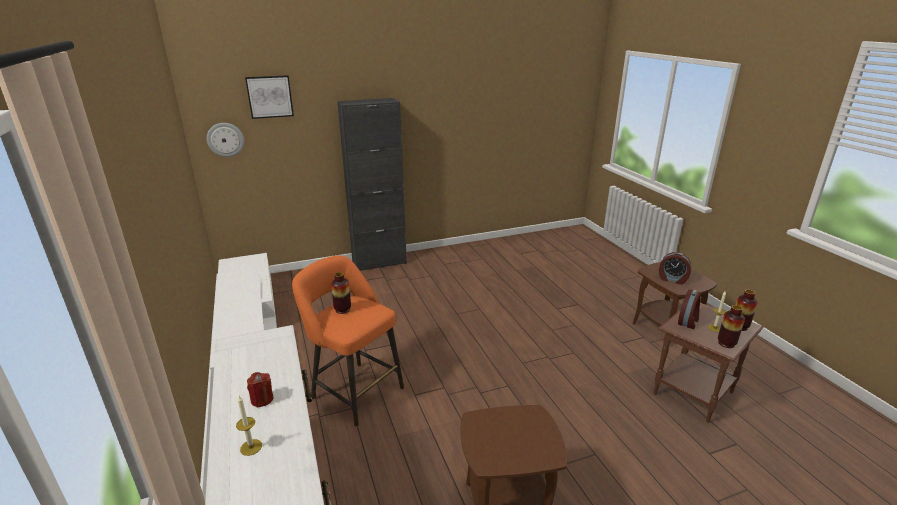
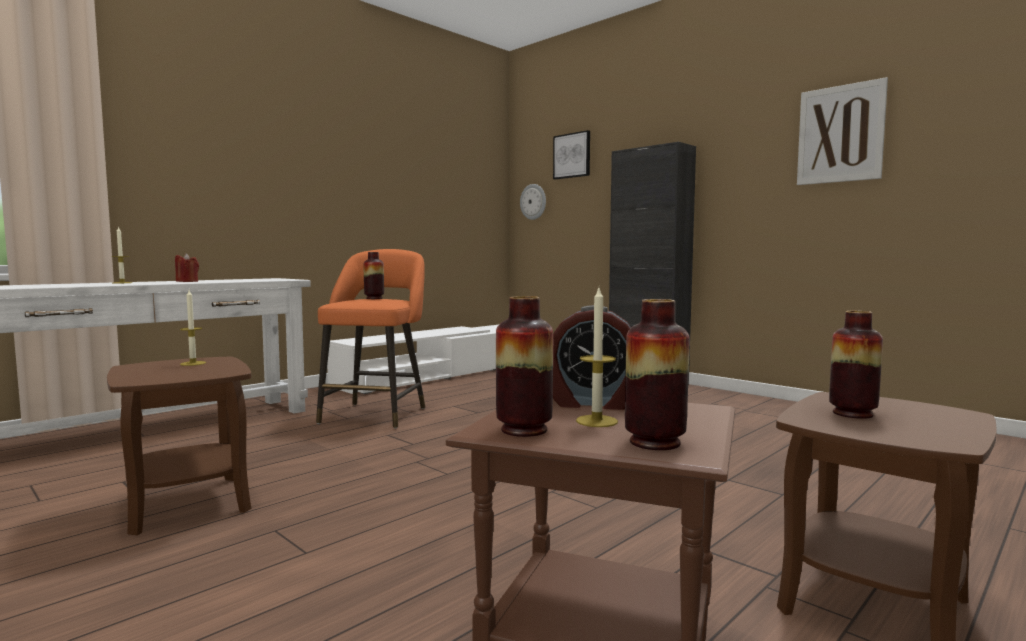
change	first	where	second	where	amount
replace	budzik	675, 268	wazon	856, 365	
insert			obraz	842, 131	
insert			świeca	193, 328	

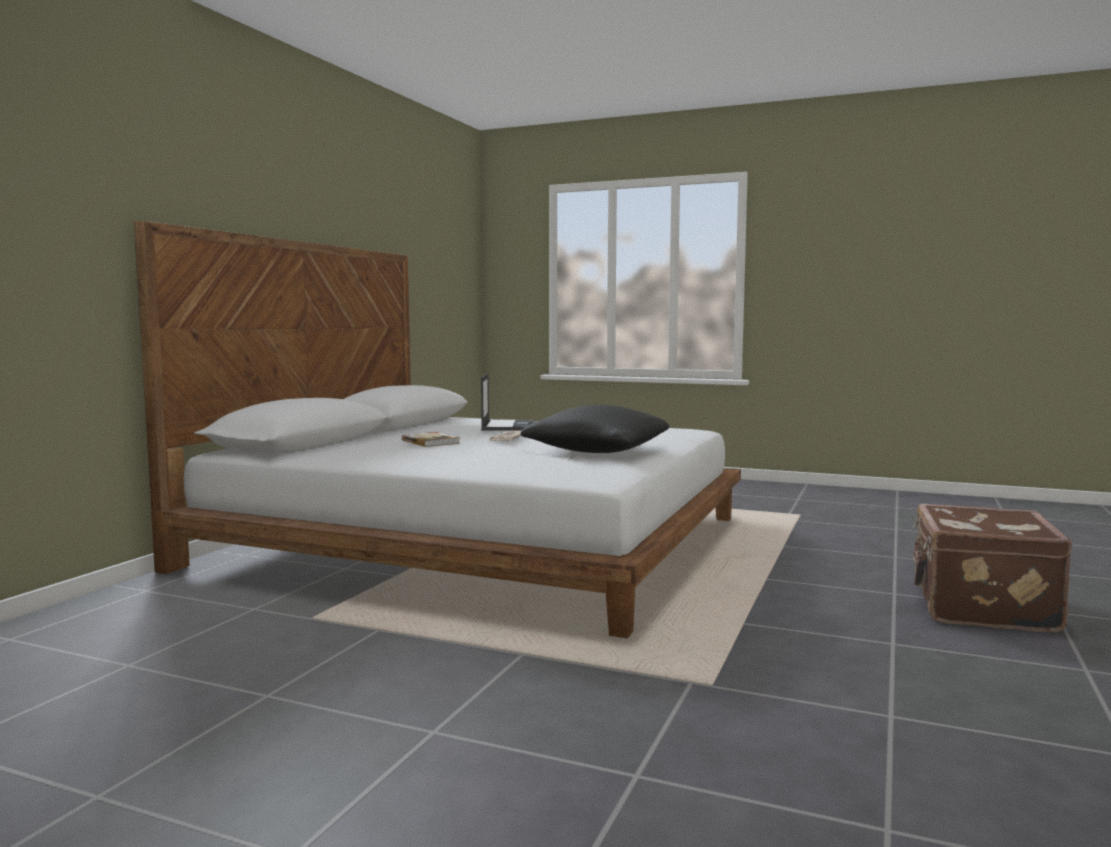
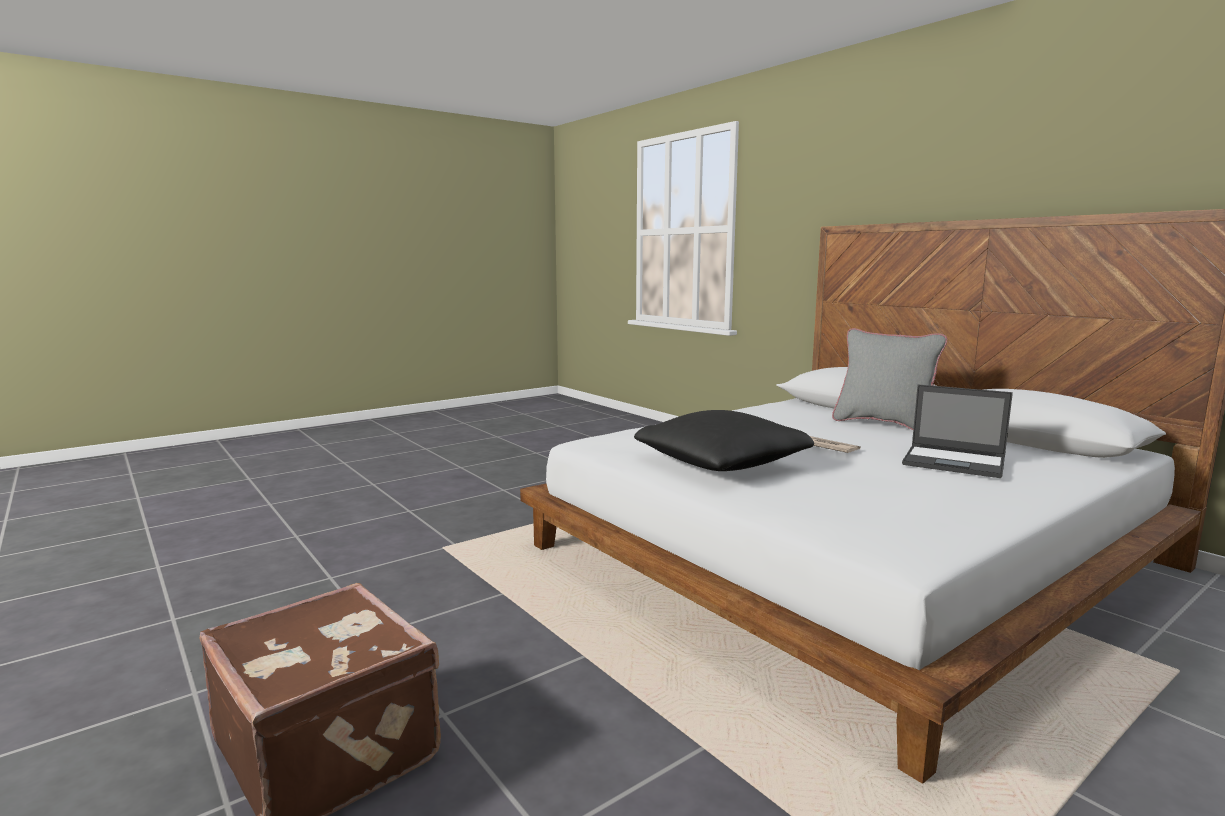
change	first	where	second	where	amount
delete	książka	431, 439			
insert			poduszka (szary)	889, 379	

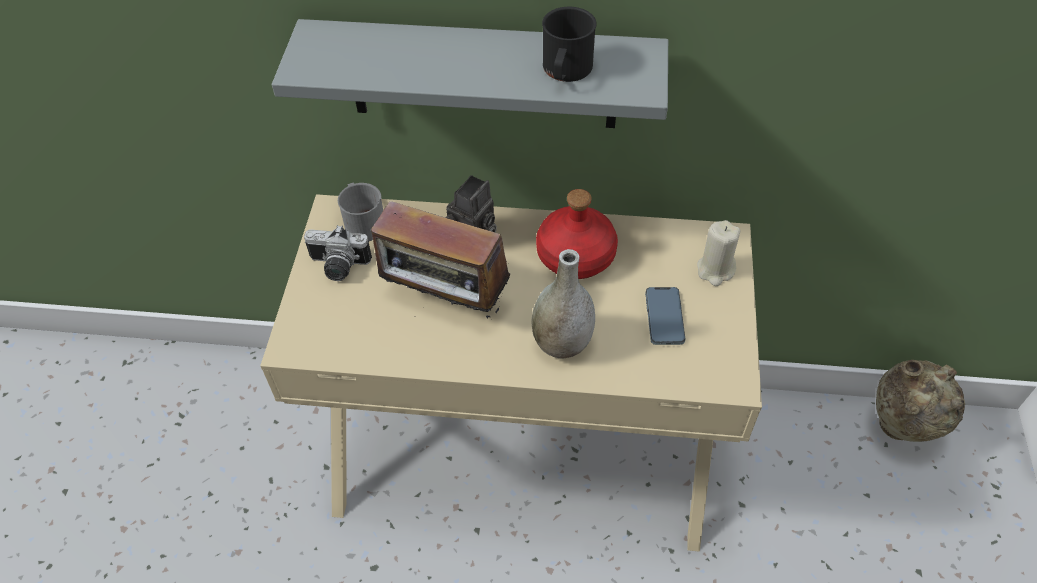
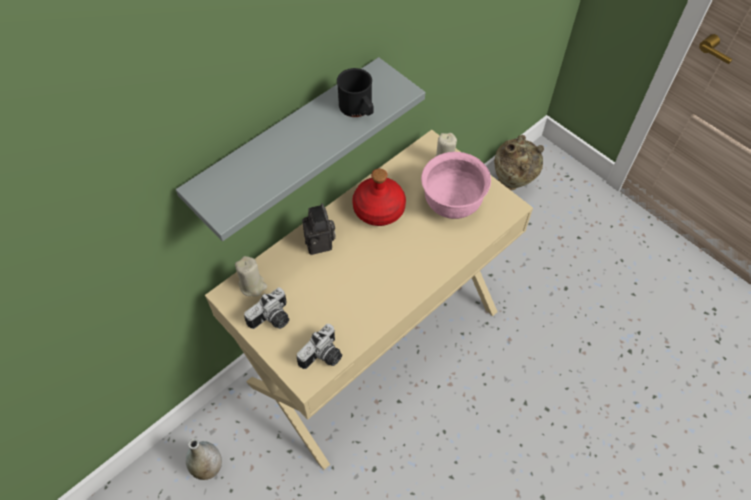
change	first	where	second	where	amount
replace	kubek (szary)	360, 212	świeca (beżowy)	251, 276	
delete	radio	440, 257			
move	wazon (szary)	563, 303		204, 459	
replace	telefon	665, 316	miska (różowy)	456, 185	
insert			aparat fotograficzny	319, 346	

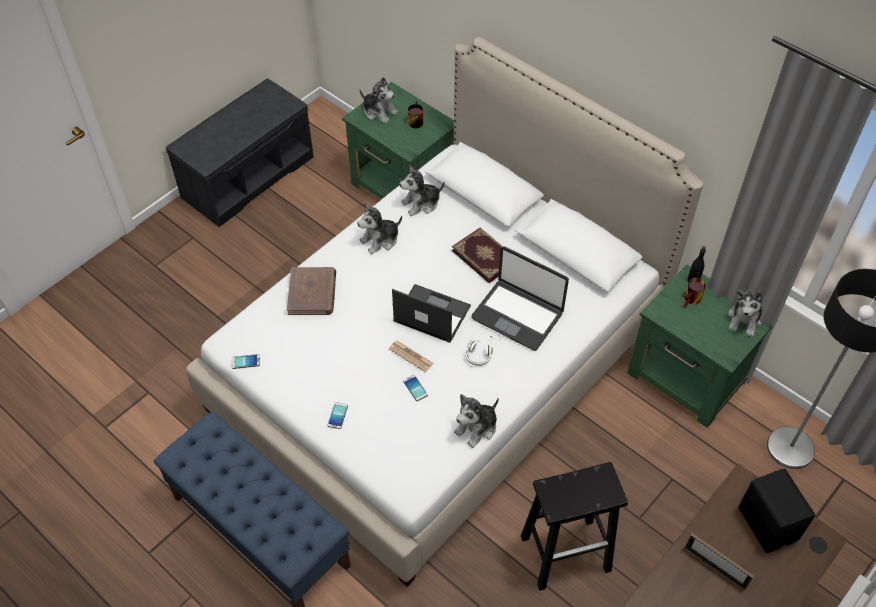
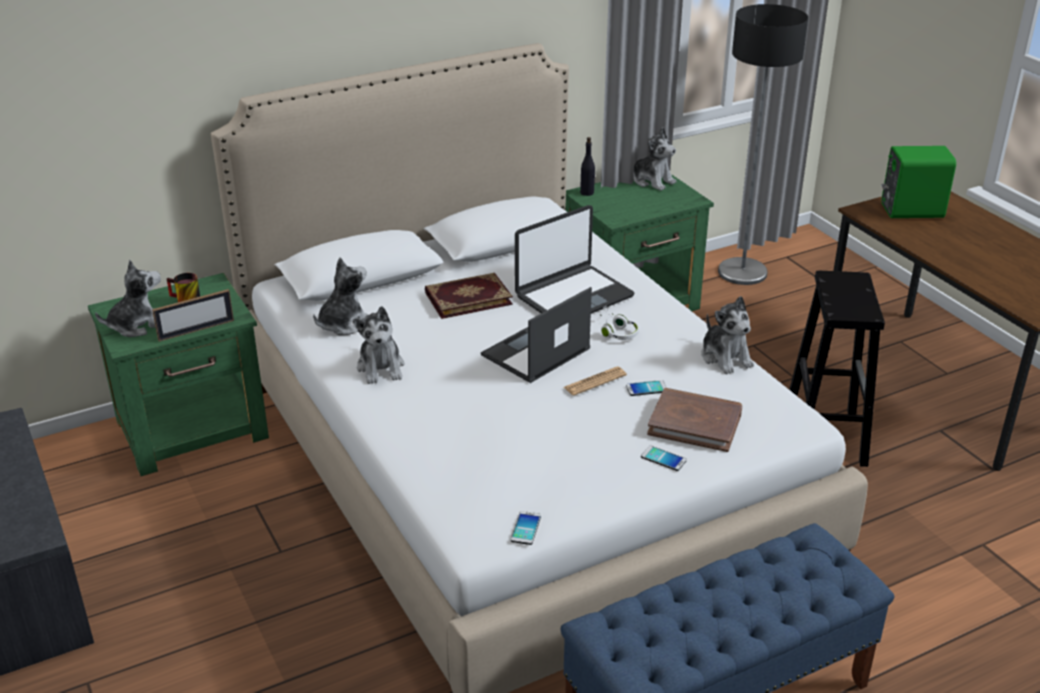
change	first	where	second	where	amount
rotate	pluszak	422, 190		341, 296	135 degrees counterclockwise
move	książka (brązowy)	311, 291		694, 420	
delete	kubek	695, 292			
recolor	głośnik (czarny)	776, 511	głośnik (zielony)	918, 182	
move	ramka na zdjęcie	719, 562		193, 315	

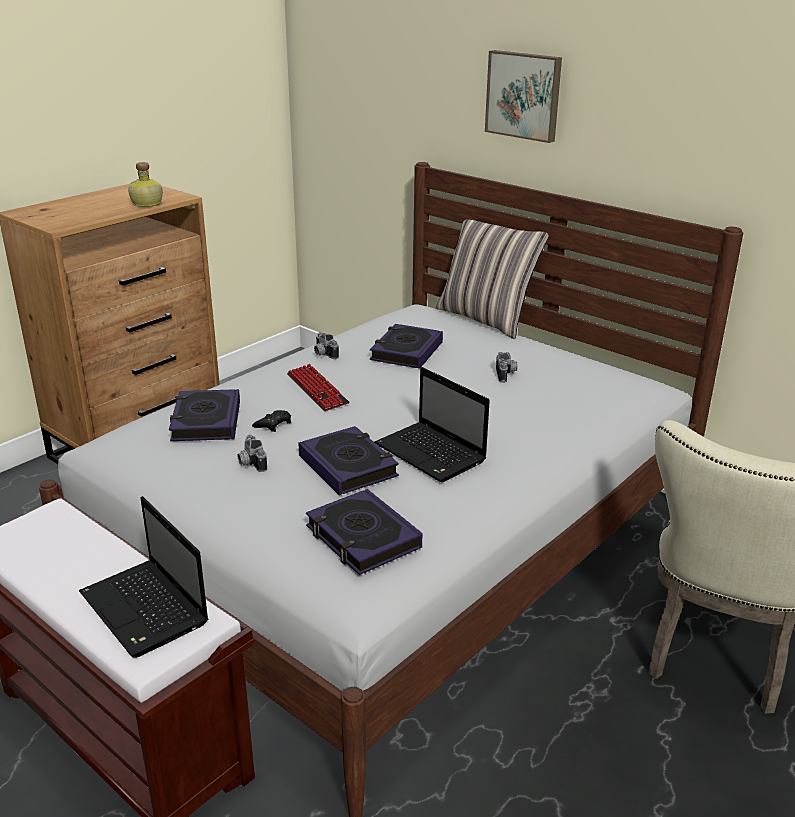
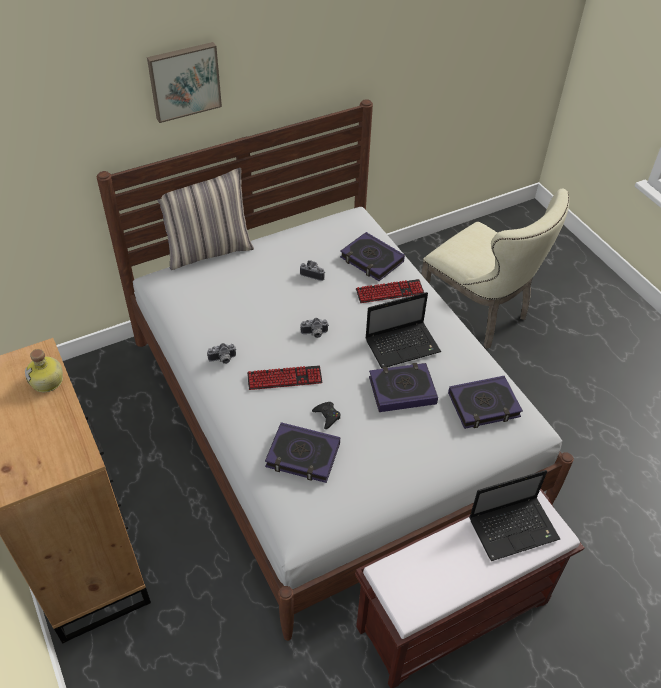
change	first	where	second	where	amount
move	książka	406, 346		372, 256	
move	aparat fotograficzny	252, 453		314, 328	
insert			klawiatura	390, 291	

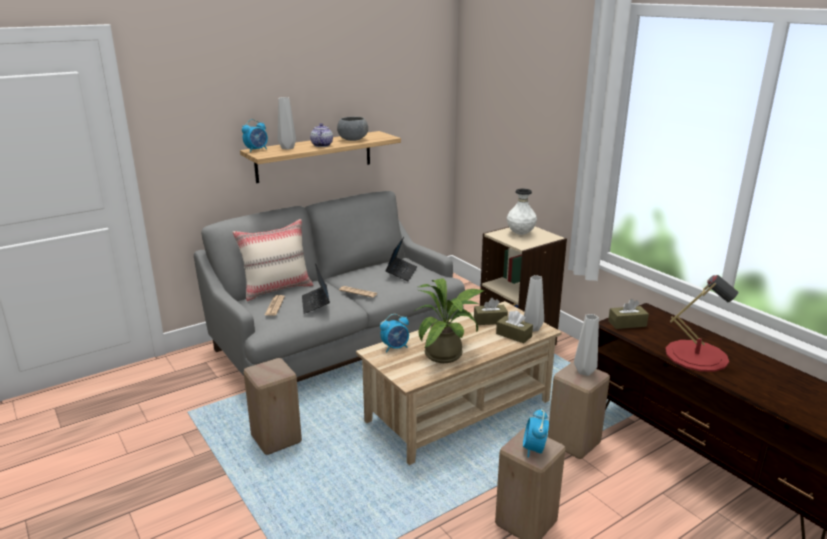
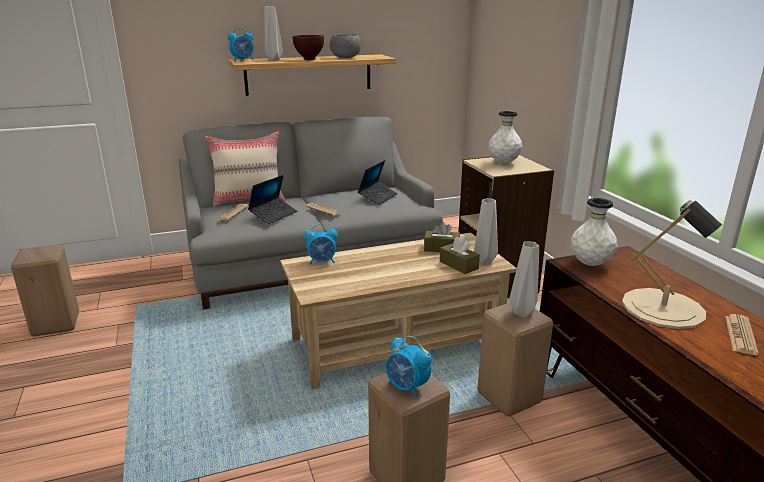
change	first	where	second	where	amount
replace	imbryk	321, 135	miska (brązowy)	308, 47	
rotate	laptop	316, 289		272, 199	150 degrees counterclockwise
recolor	lampa stołowa (czerwony)	702, 323	lampa stołowa (beżowy)	672, 264	
delete	roślina doniczkowa	449, 320			
replace	pudełko chusteczek (brązowy)	628, 314	wazon (biały)	594, 232	
move	stołek (beżowy)	273, 406		45, 290	
rotate	budzik	536, 433		409, 367	75 degrees counterclockwise
insert			gazeta	742, 334	

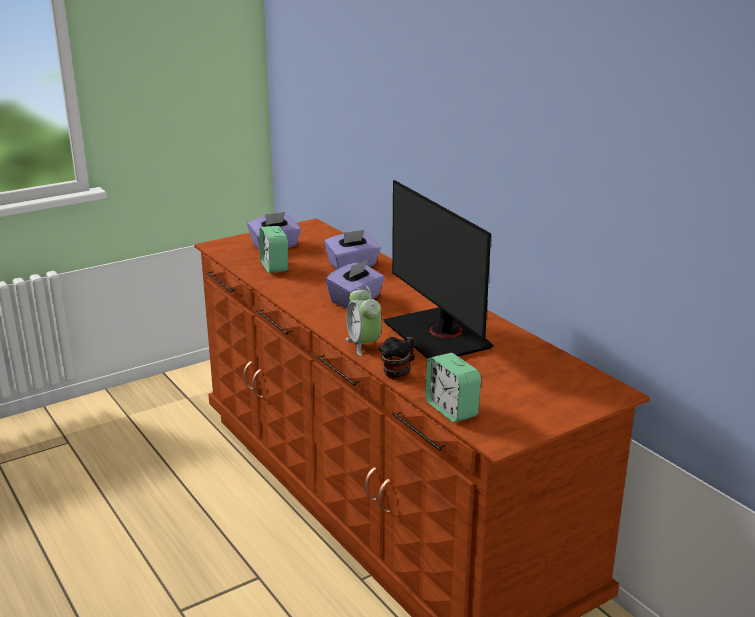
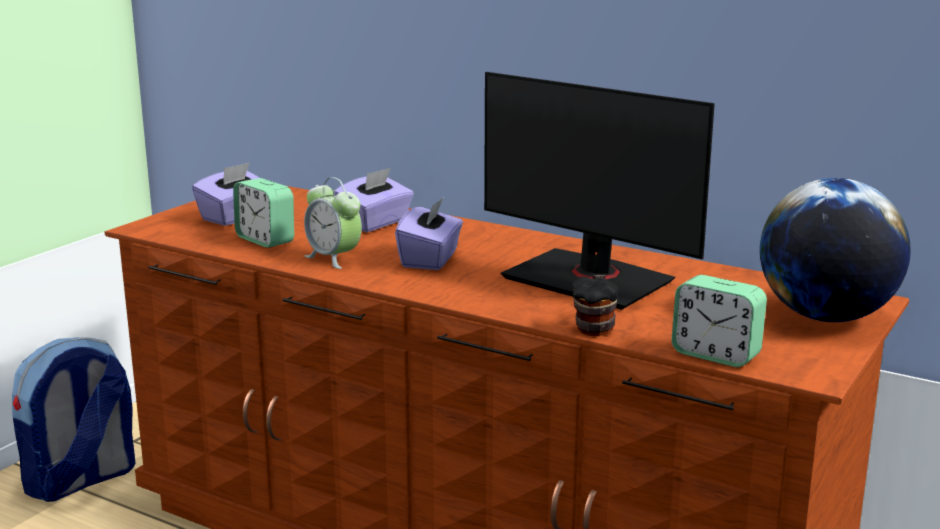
change	first	where	second	where	amount
move	budzik	364, 321		333, 223	
insert			globus	835, 250	
insert			plecak	74, 419	

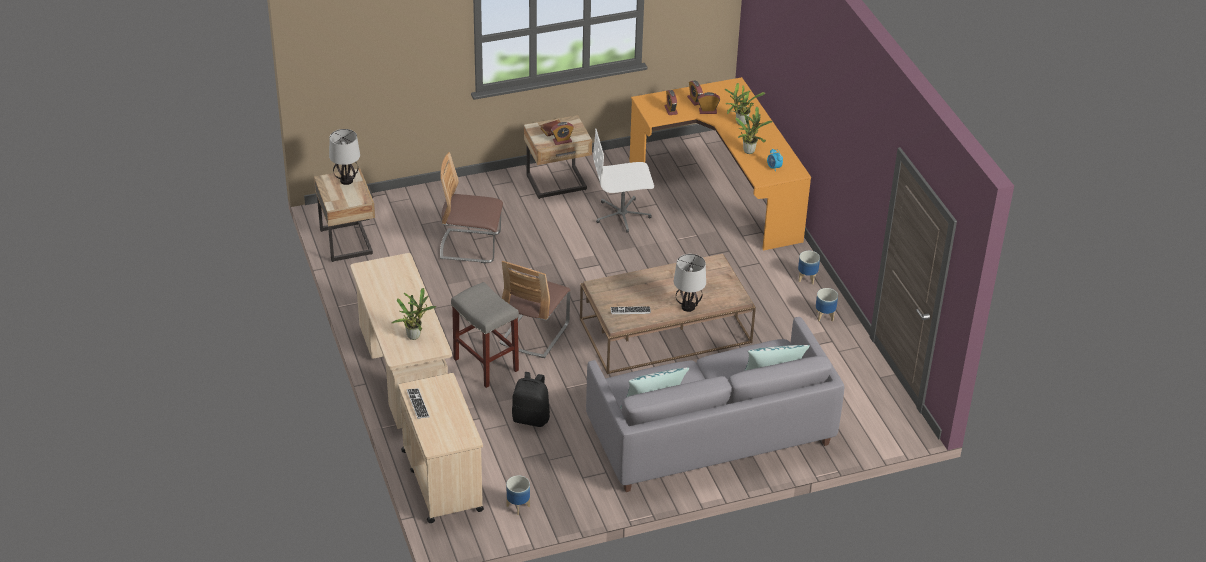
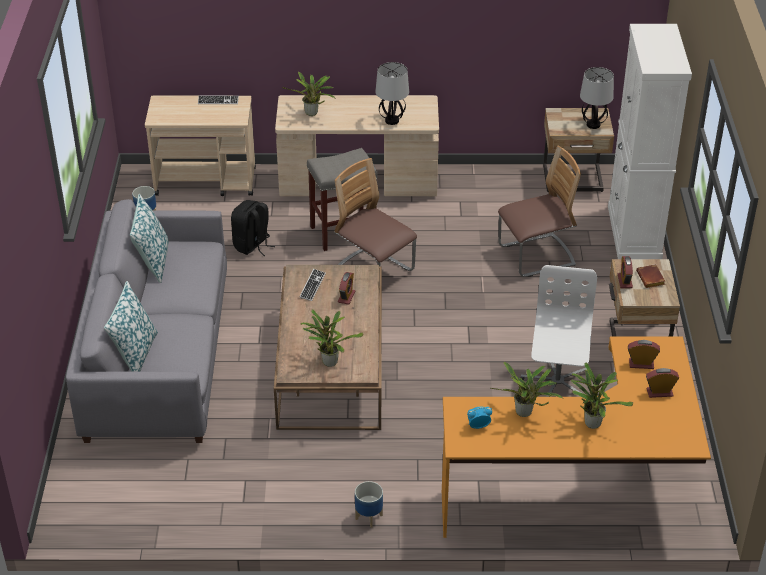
change	first	where	second	where	amount
move	budzik	708, 103		346, 288	
rotate	krzesło	471, 207		539, 211	45 degrees clockwise
move	lampa stołowa	690, 283		392, 93	
delete	donica	827, 305			
insert			szafka (biały)	650, 141	
insert			roślina doniczkowa	332, 338	

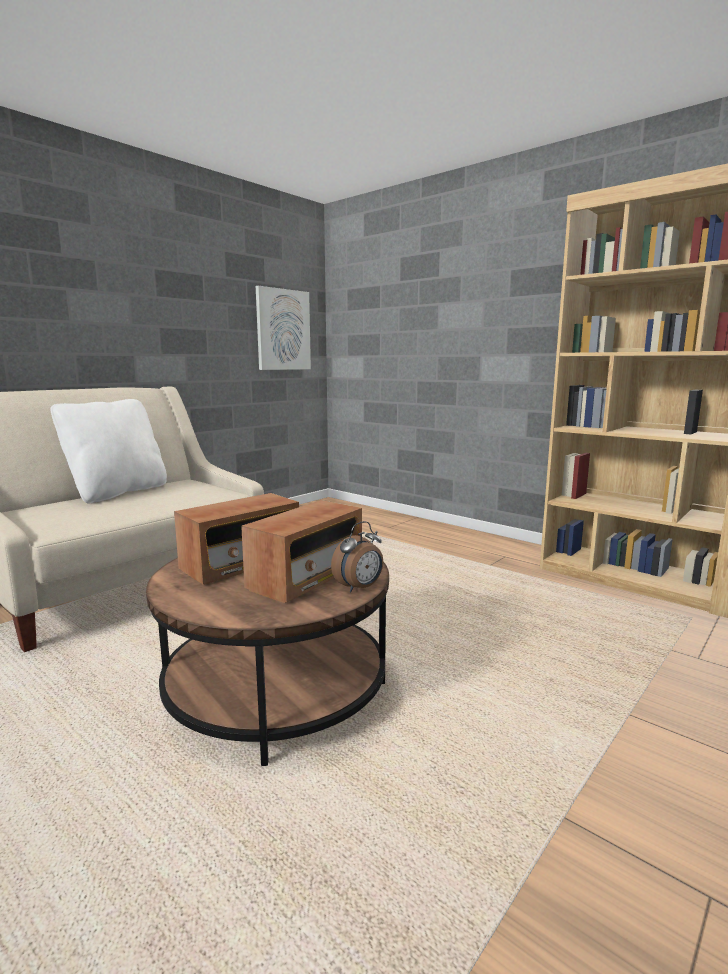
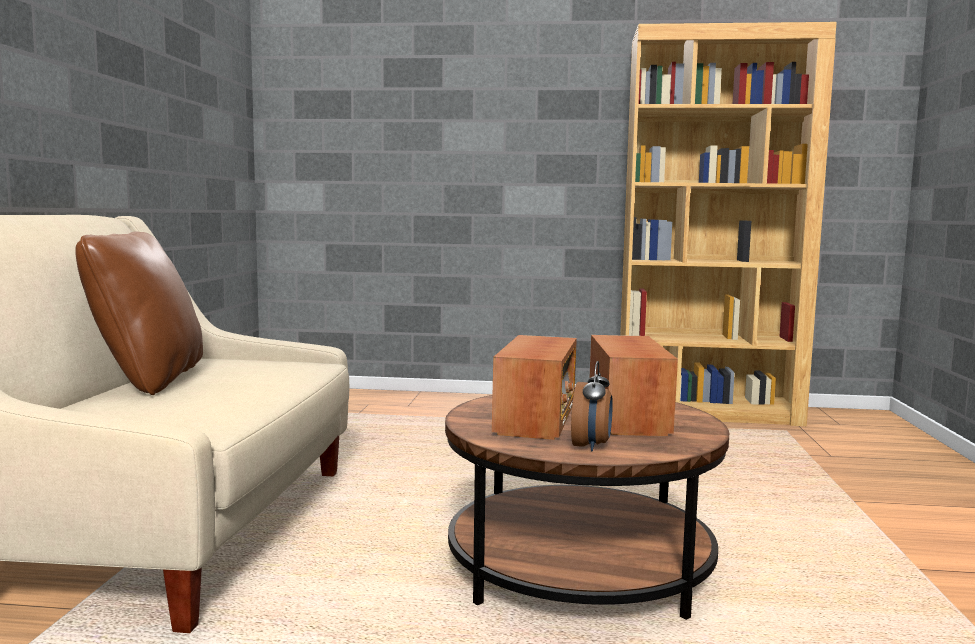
change	first	where	second	where	amount
delete	obraz	283, 328			
recolor	poduszka (biały)	108, 451	poduszka (brązowy)	139, 313	
move	budzik	357, 556		592, 406	

